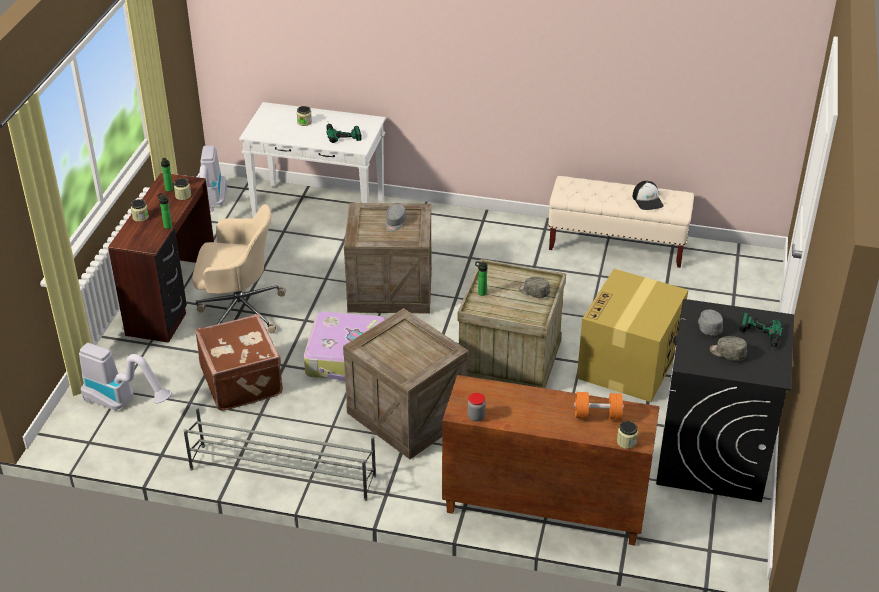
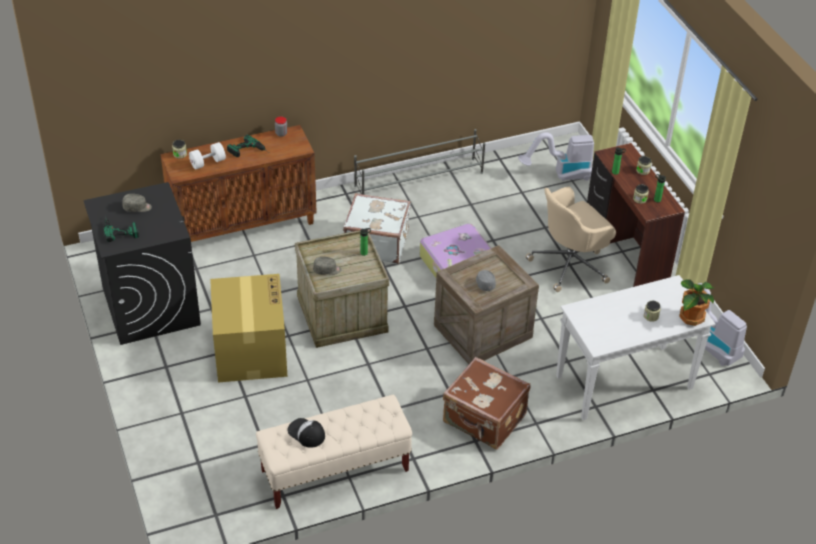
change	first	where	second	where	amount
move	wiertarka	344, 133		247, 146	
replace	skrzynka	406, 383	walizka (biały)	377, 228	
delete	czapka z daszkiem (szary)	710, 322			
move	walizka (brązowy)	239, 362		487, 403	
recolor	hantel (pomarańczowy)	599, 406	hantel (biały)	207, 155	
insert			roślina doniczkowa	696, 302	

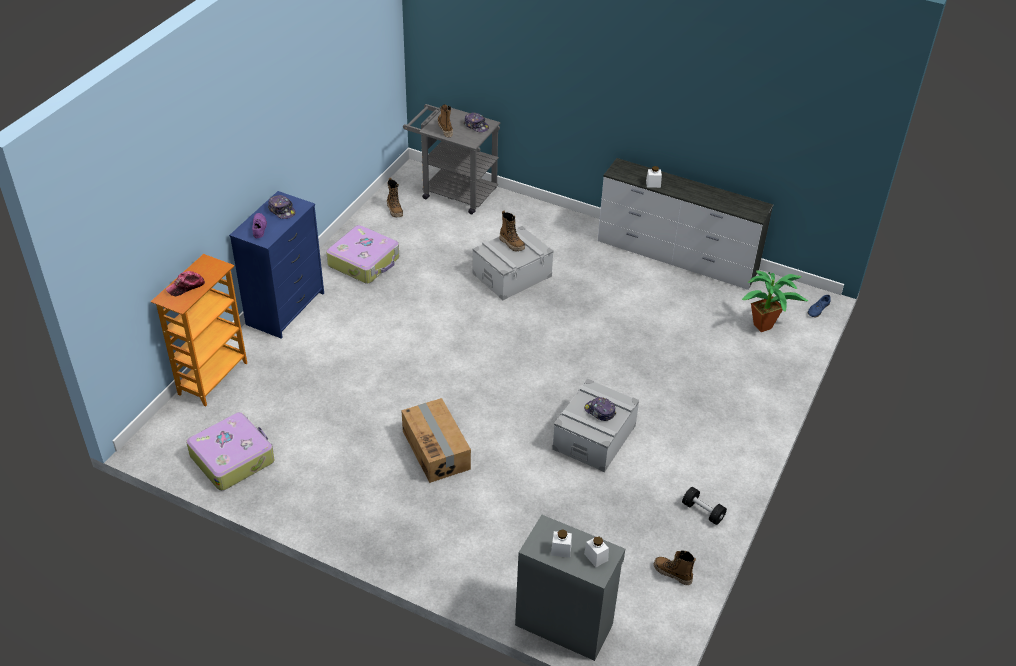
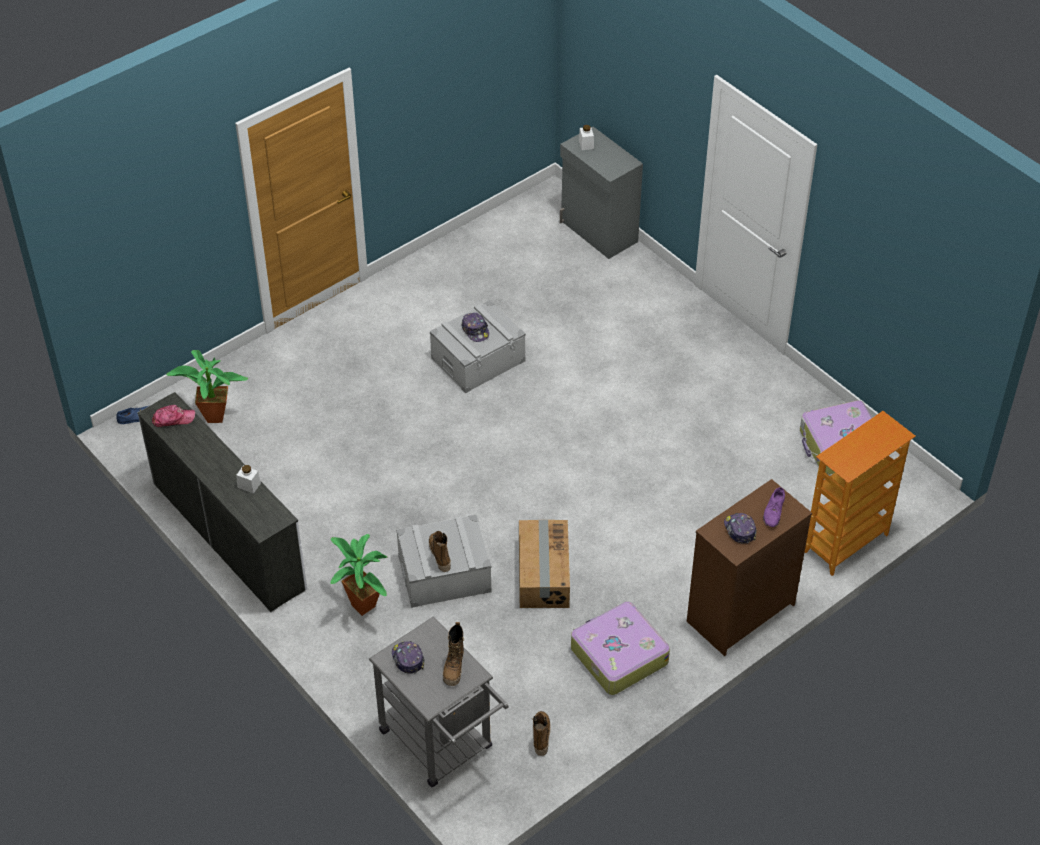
change	first	where	second	where	amount
recolor	komoda (niebieski)	276, 265	komoda (brązowy)	749, 567	
move	czapka z daszkiem	185, 283		173, 416	
move	karton	436, 440		544, 564	
delete	hantel (czarny)	704, 506			
delete	słoik (biały)	561, 544			
delete	but z cholewką	675, 567			
insert			roślina doniczkowa	359, 575	

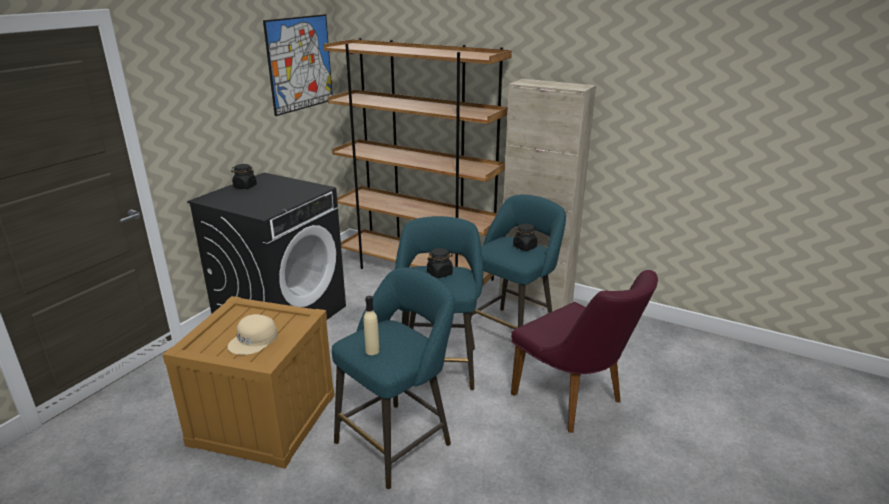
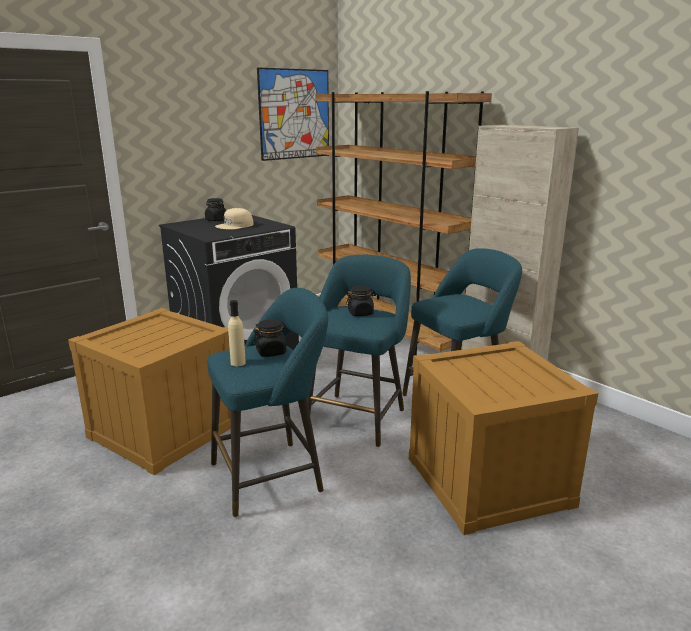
change	first	where	second	where	amount
move	słoik (czarny)	525, 237		270, 338	
replace	krzesło (fioletowy)	584, 351	skrzynka	503, 438	
move	czapka z daszkiem (beżowy)	252, 334		234, 219	

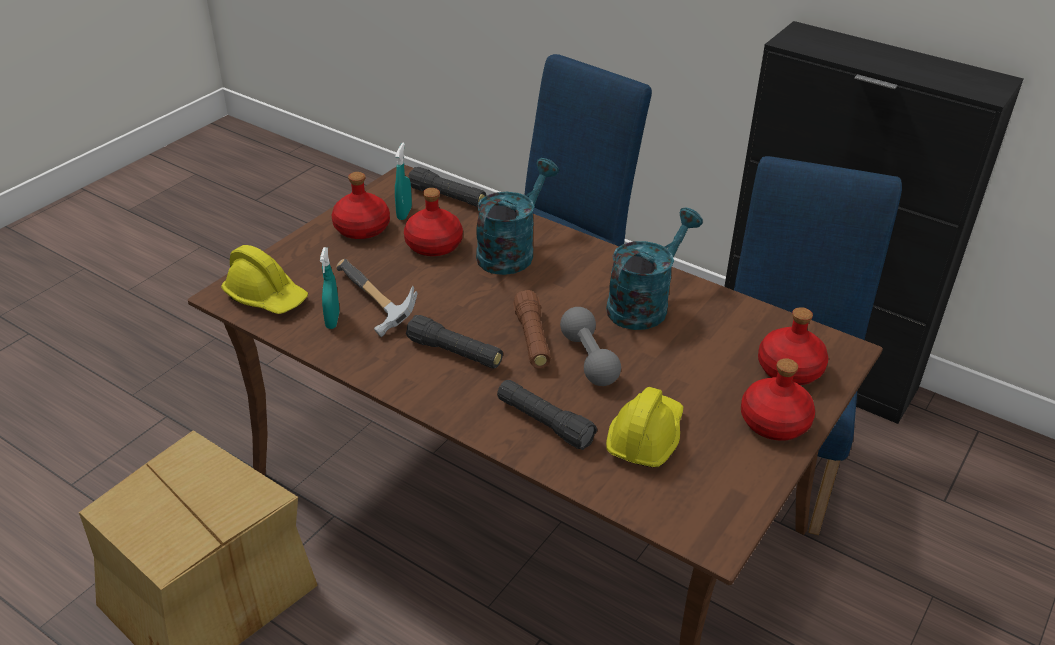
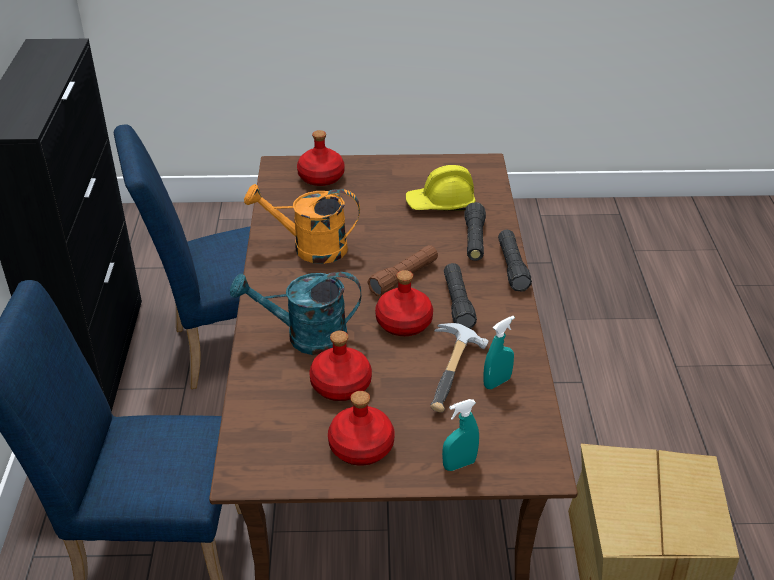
change	first	where	second	where	amount
move	spryskiwacz (turkusowy)	403, 181		460, 435	
move	latarka (czarny)	447, 187		515, 260	
recolor	konewka (turkusowy)	654, 268	konewka (pomarańczowy)	302, 224	
delete	kask (żółty)	264, 279			
delete	hantel (szary)	590, 346			
move	butelka (czerwony)	778, 399		404, 303	

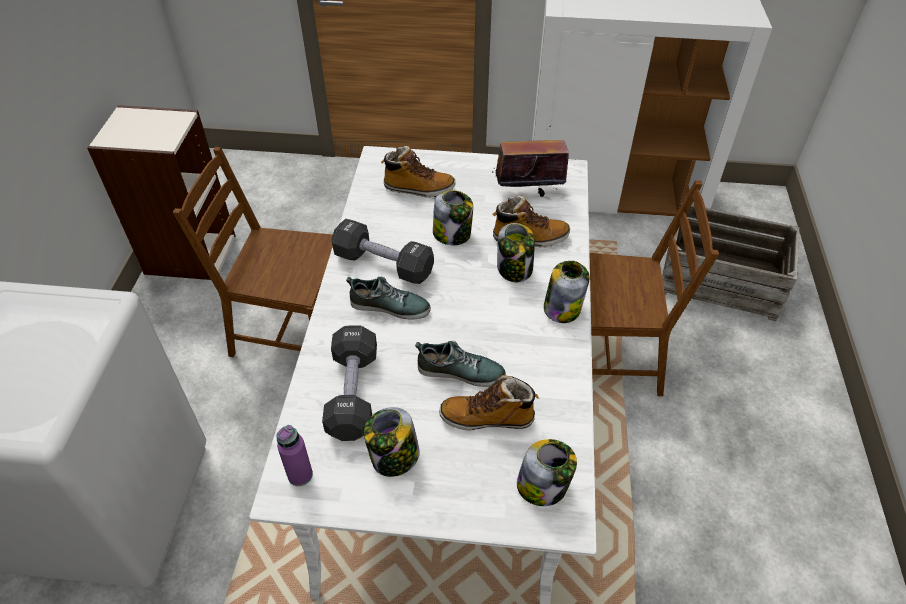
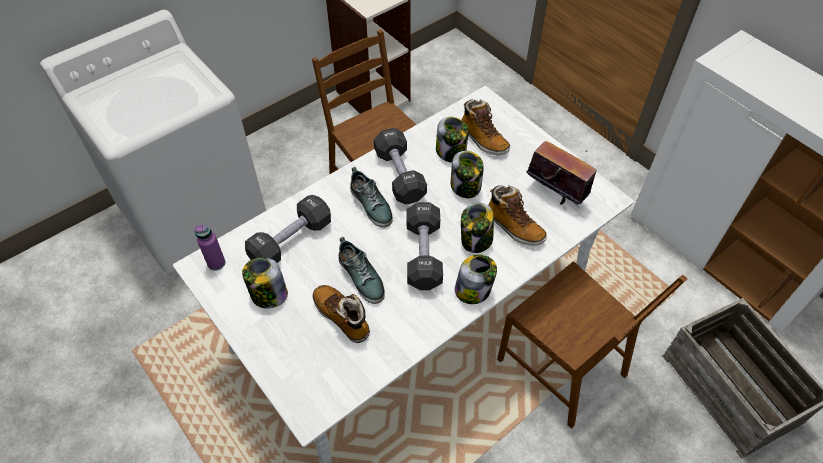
change	first	where	second	where	amount
move	słoik	547, 472		452, 139	
insert			hantel (czarny)	424, 246	

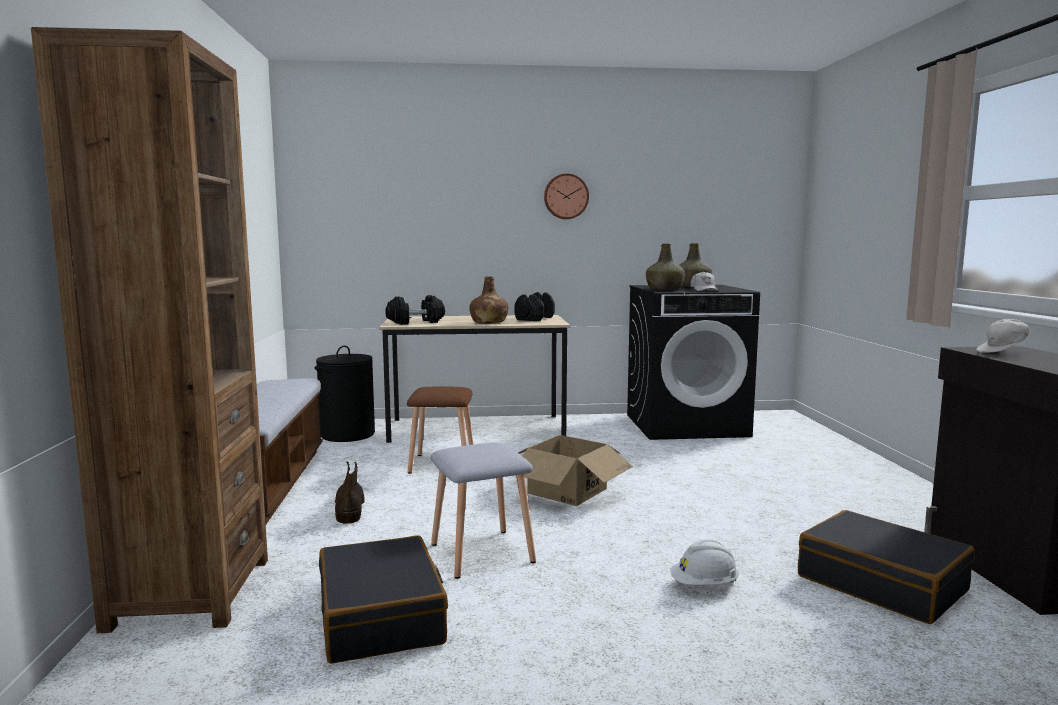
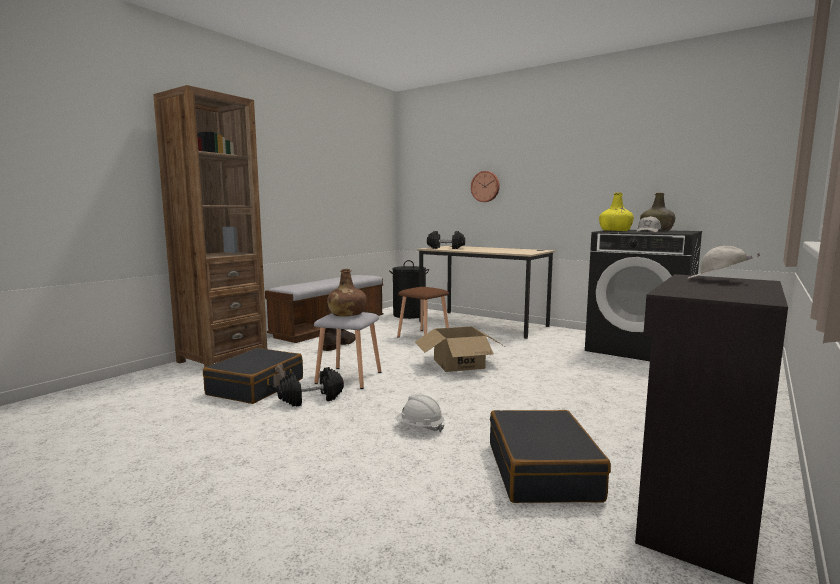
change	first	where	second	where	amount
move	zegar ścienny	566, 196		485, 186	
recolor	butelka (zielony)	665, 267	butelka (żółty)	616, 211	
move	butelka (brązowy)	488, 300		347, 293	
move	hantel (czarny)	535, 306		310, 387	

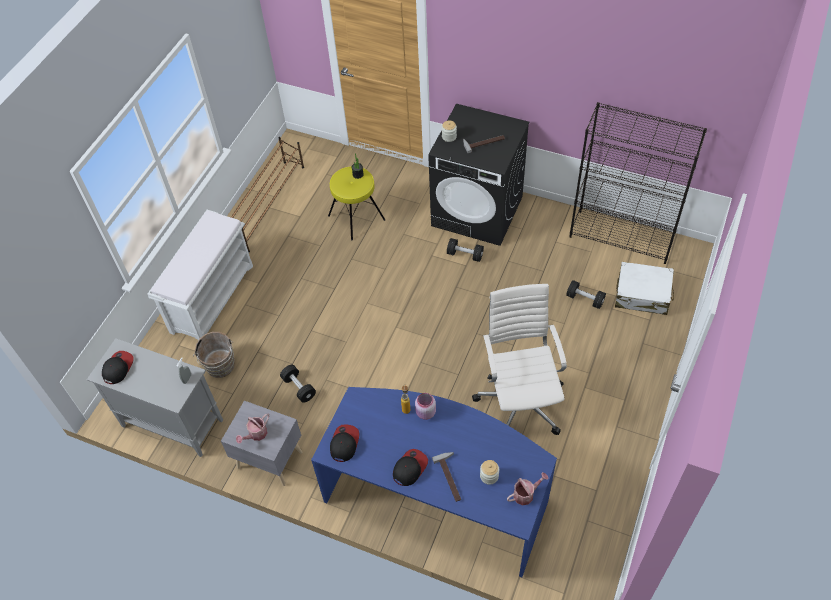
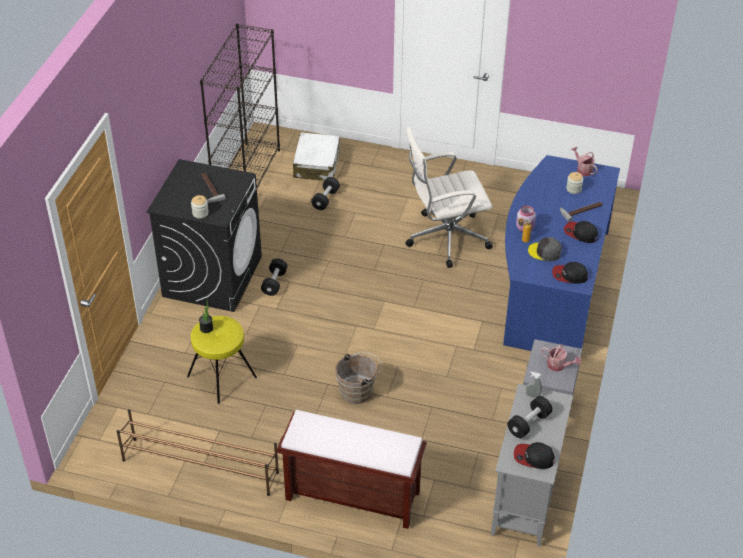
change	first	where	second	where	amount
recolor	ławka (biały)	200, 275	ławka (brązowy)	352, 469	
move	wiadro (brązowy)	214, 355		358, 378	
move	hantel (czarny)	298, 384		530, 417	
insert			czapka z daszkiem (szary)	545, 249	

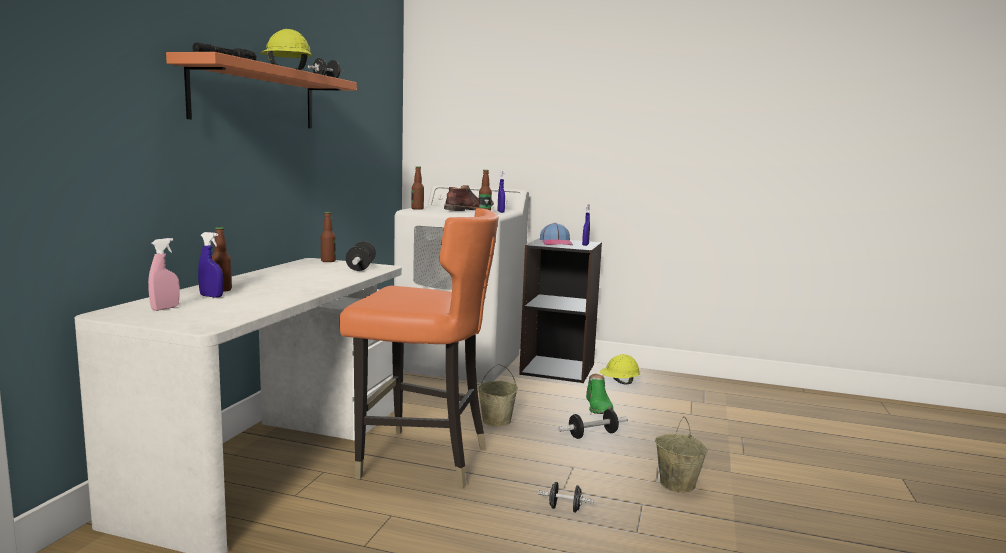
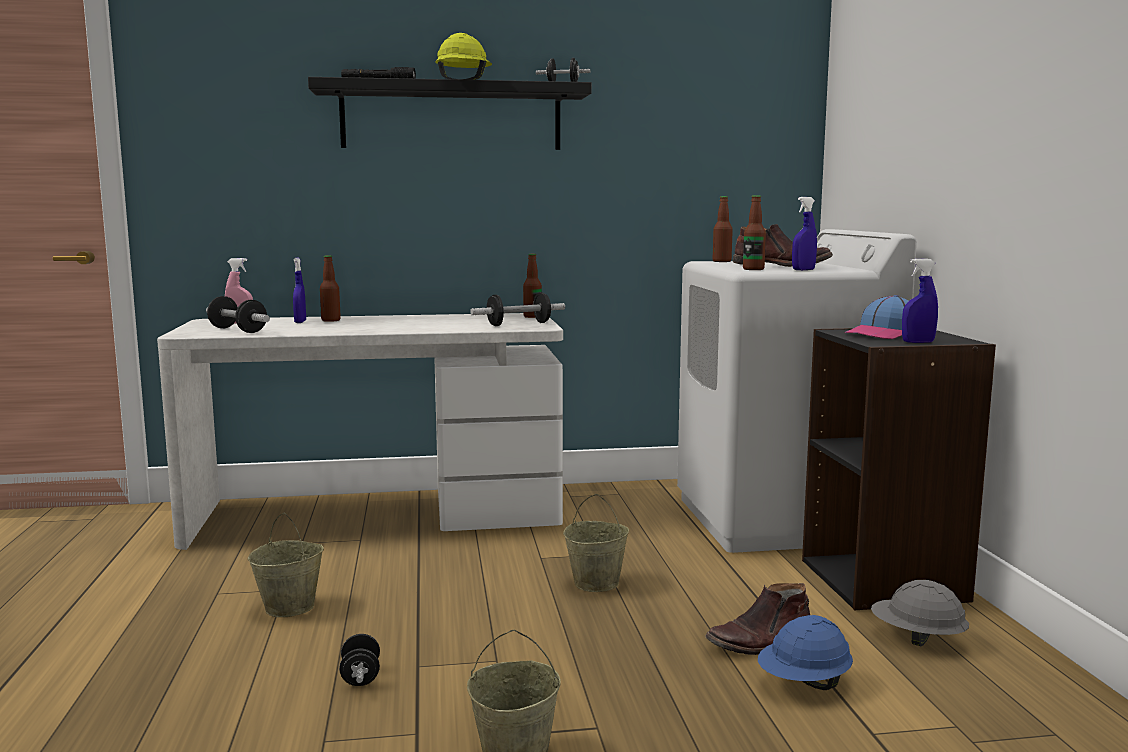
change	first	where	second	where	amount
recolor	półka (pomarańczowy)	261, 90	półka (czarny)	450, 113	
delete	krzesło (pomarańczowy)	419, 348			
recolor	kask (żółty)	620, 369	kask (szary)	920, 613	
recolor	but z cholewką (zielony)	600, 394	but z cholewką (brązowy)	757, 619	
move	hantel	593, 424		238, 314	
insert			wiadro (beżowy)	286, 565	
insert			kask (niebieski)	805, 652	

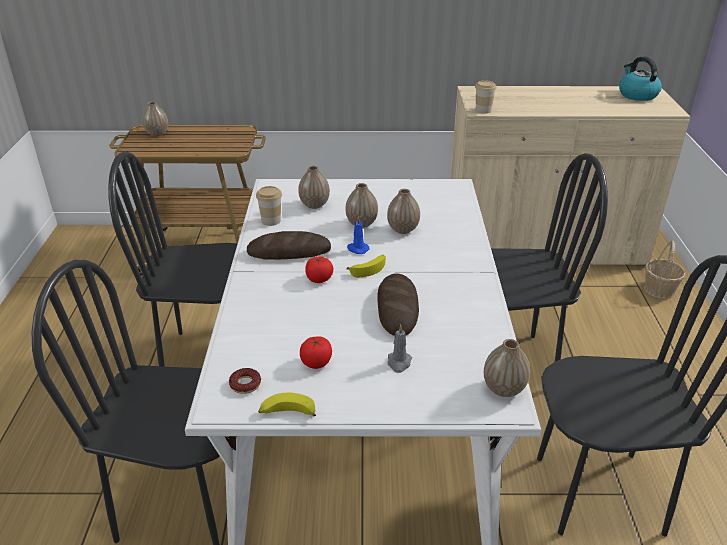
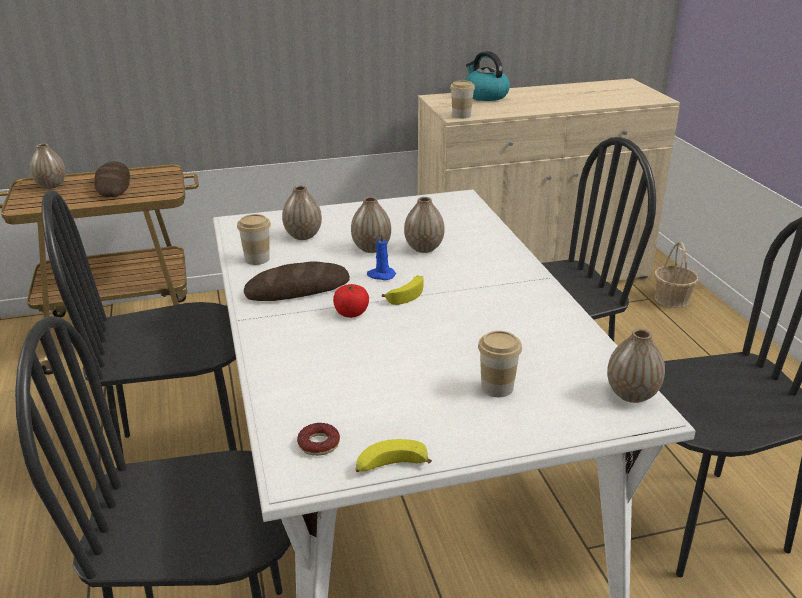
change	first	where	second	where	amount
move	czajnik	640, 78		487, 76	
move	chleb	398, 304		112, 179	
replace	świeca (szary)	400, 349	filiżanka	500, 364	
delete	pomidor	316, 353			

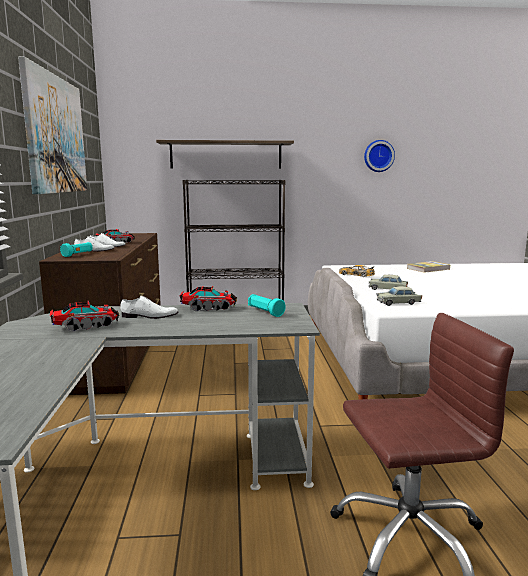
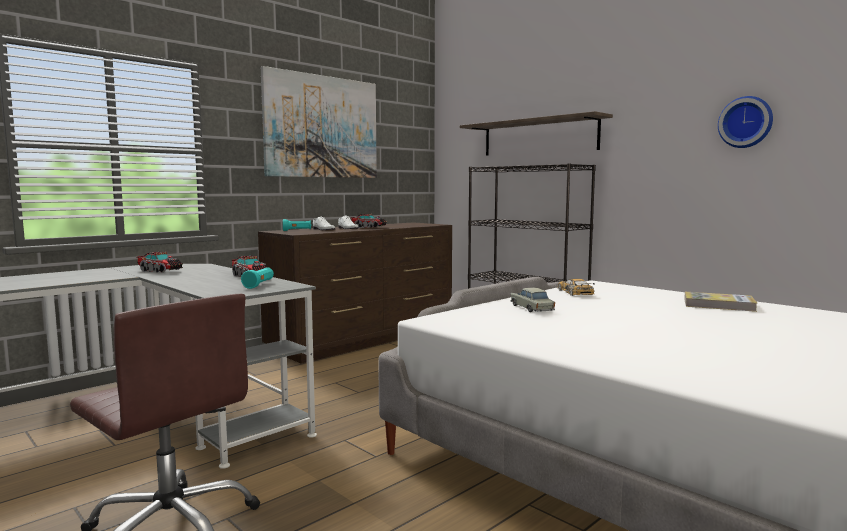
change	first	where	second	where	amount
delete	samochodzik (beżowy)	399, 296			
delete	but (biały)	149, 307			

